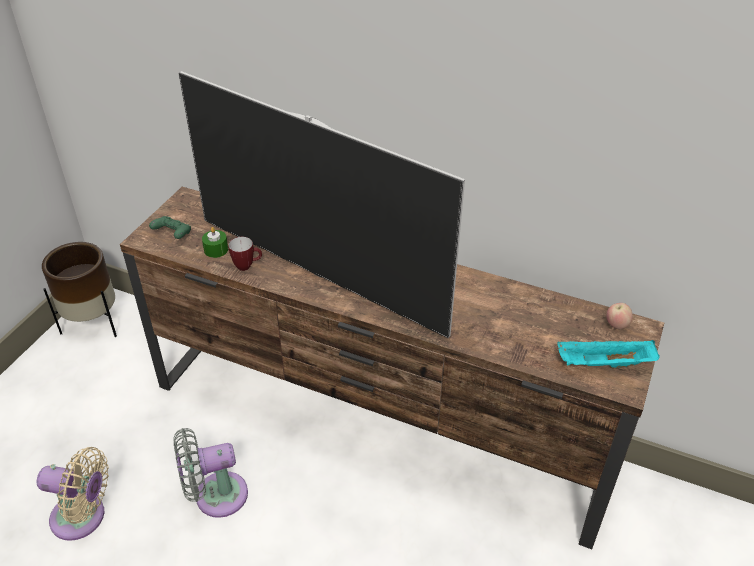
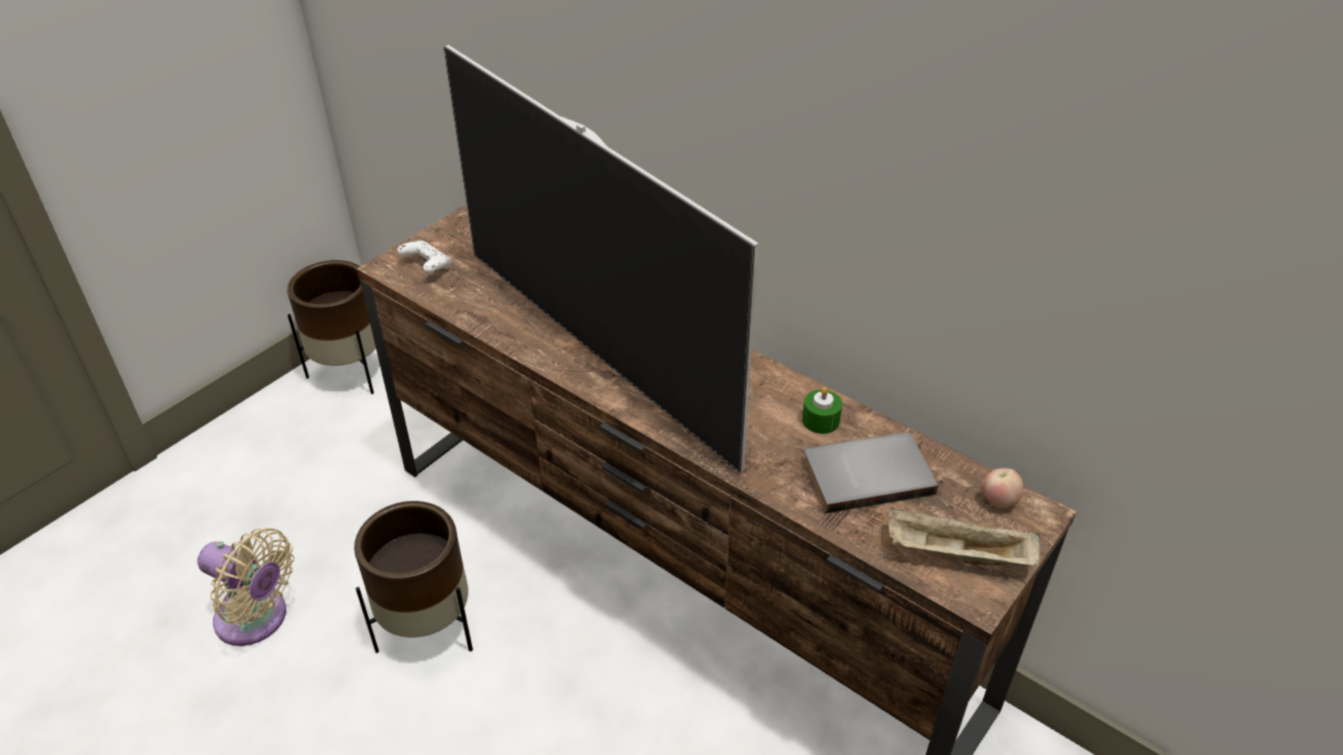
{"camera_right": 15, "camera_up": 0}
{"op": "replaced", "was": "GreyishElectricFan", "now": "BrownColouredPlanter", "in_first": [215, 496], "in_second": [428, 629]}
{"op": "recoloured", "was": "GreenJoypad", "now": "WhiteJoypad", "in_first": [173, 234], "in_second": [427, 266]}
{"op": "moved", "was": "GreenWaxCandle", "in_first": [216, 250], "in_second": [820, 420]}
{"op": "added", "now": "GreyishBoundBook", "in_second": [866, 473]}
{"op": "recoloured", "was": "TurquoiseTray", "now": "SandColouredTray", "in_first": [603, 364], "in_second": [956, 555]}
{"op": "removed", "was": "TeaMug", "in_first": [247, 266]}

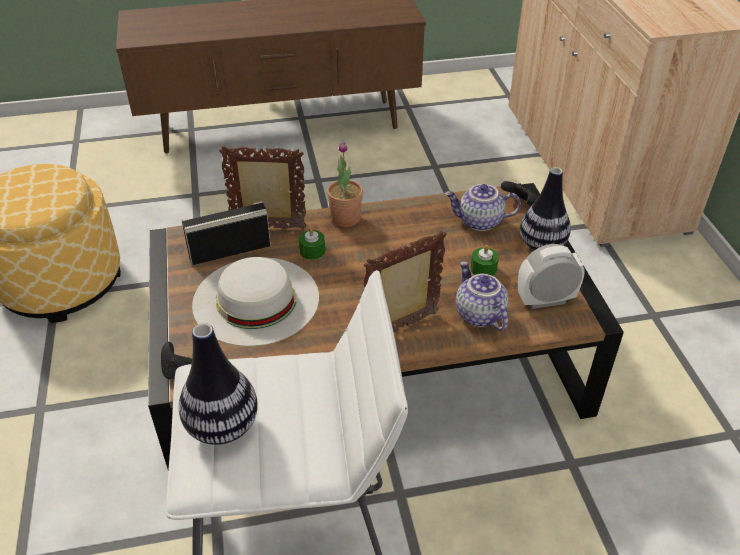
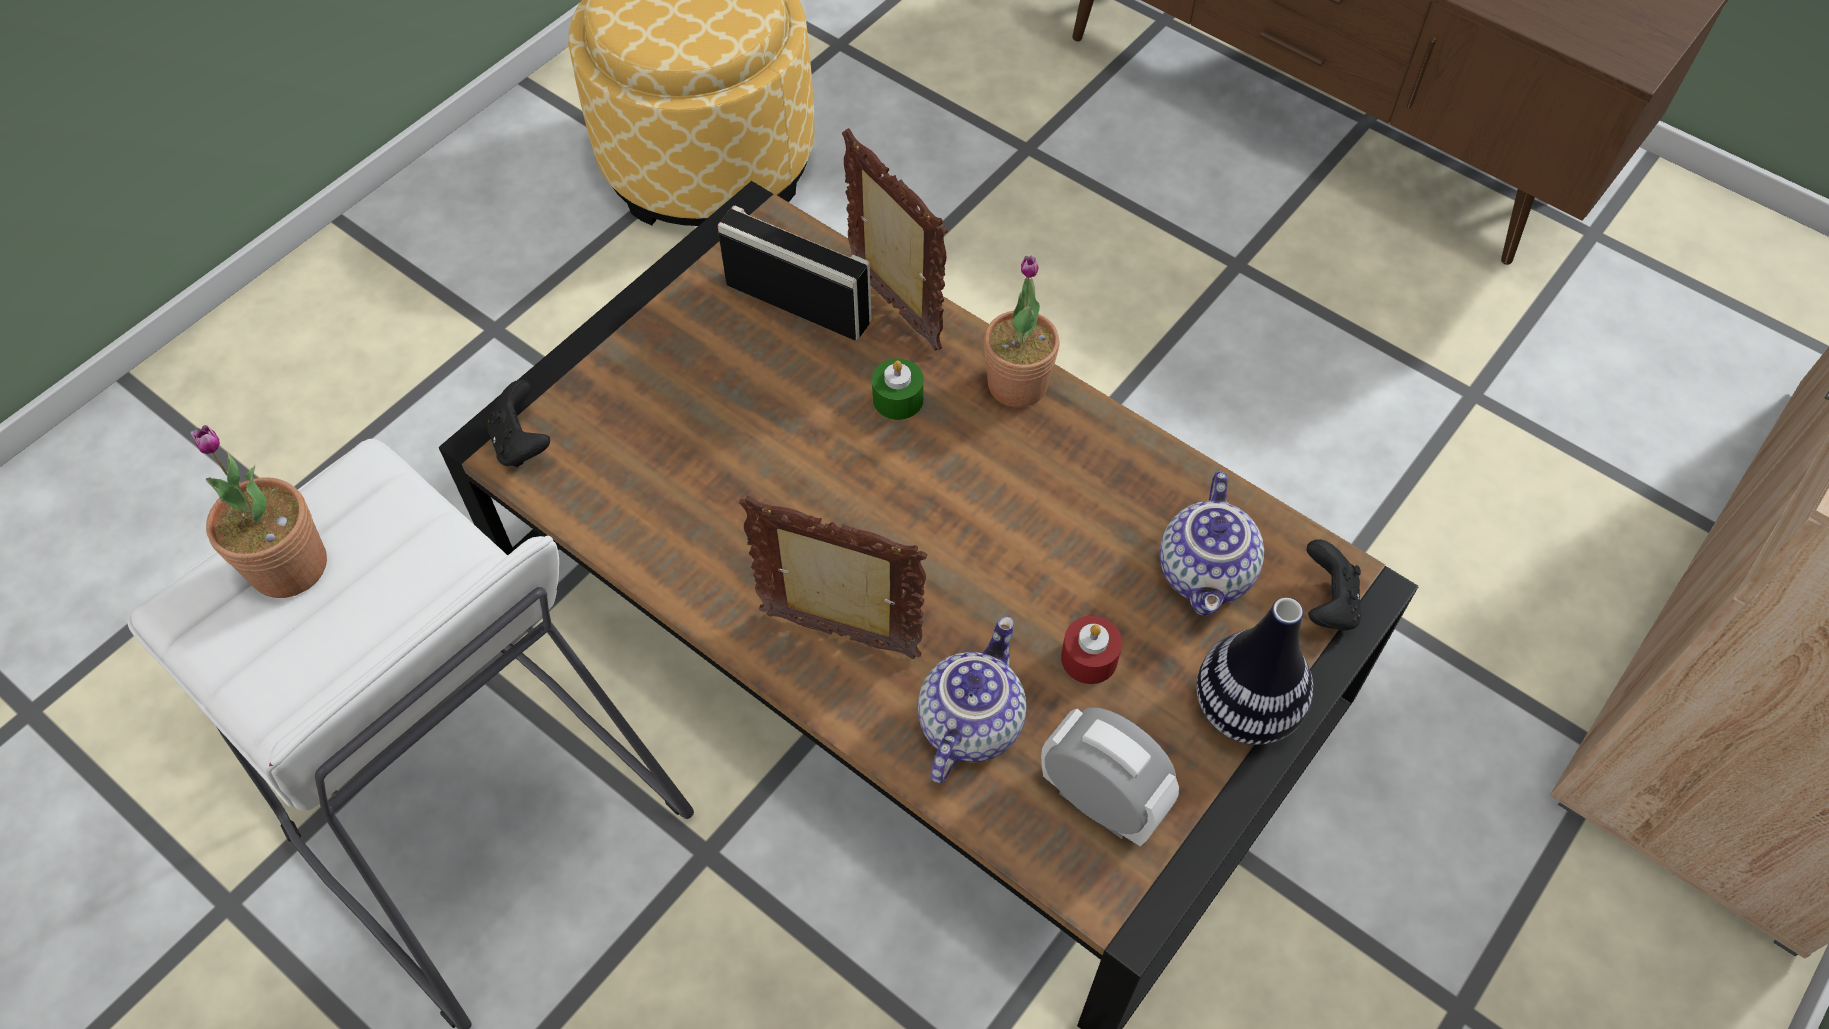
{"camera_right": 50, "camera_up": 15}
{"op": "replaced", "was": "Vase", "now": "PottedPlant", "in_first": [222, 426], "in_second": [289, 566]}
{"op": "recoloured", "was": "GreenWaxCandle", "now": "RedColouredWaxCandle", "in_first": [483, 269], "in_second": [1089, 658]}
{"op": "turned", "was": "TeaPot", "in_first": [479, 222], "in_second": [1207, 574], "clockwise": -135}
{"op": "removed", "was": "WhiteHat", "in_first": [256, 300]}

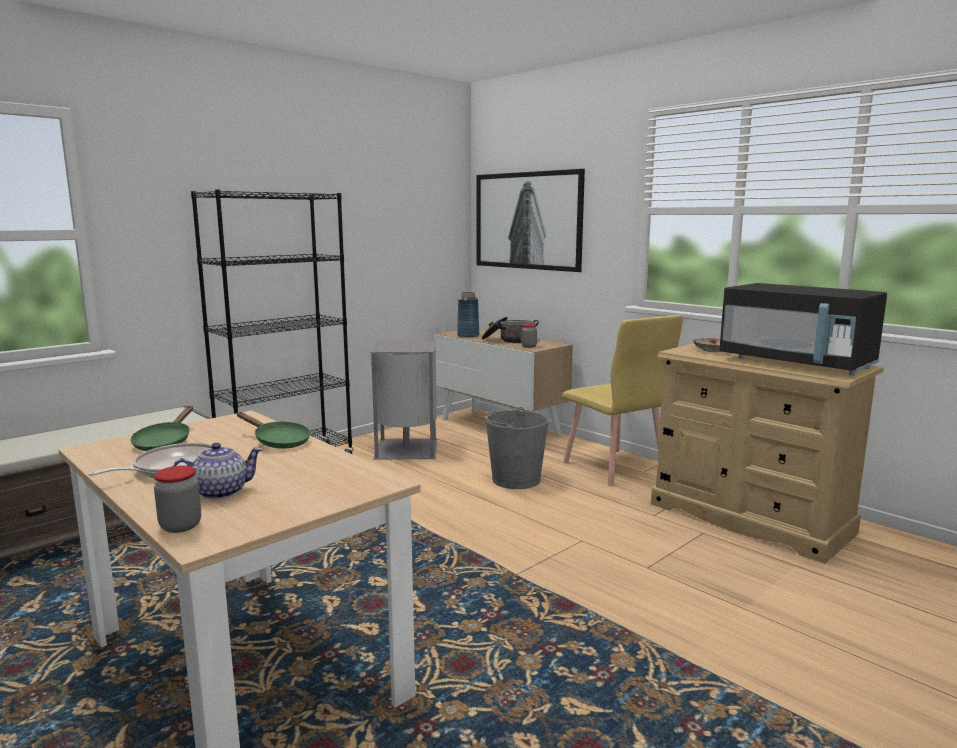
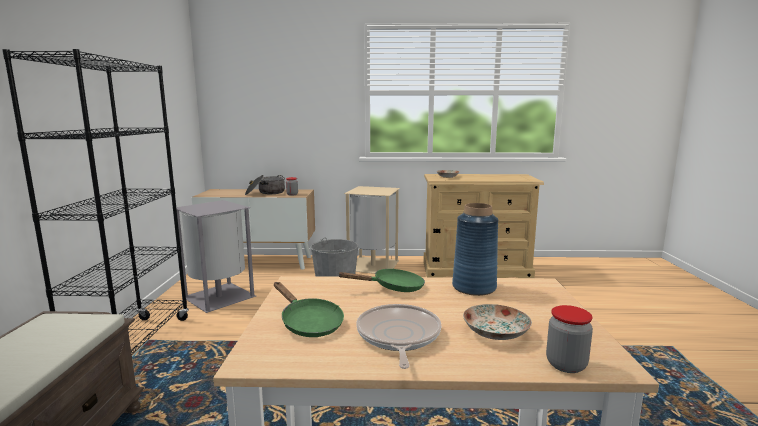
{"camera_right": -45, "camera_up": 0}
{"op": "replaced", "was": "YellowishPlainChair", "now": "SandColouredRubbishBin", "in_first": [614, 467], "in_second": [373, 266]}
{"op": "moved", "was": "BlueColouredVase", "in_first": [468, 335], "in_second": [473, 287]}
{"op": "replaced", "was": "TeaPot", "now": "DinnerPlate", "in_first": [219, 492], "in_second": [495, 333]}
{"op": "removed", "was": "Picture", "in_first": [528, 221]}
{"op": "removed", "was": "BlackKitchenMicrowave", "in_first": [796, 363]}

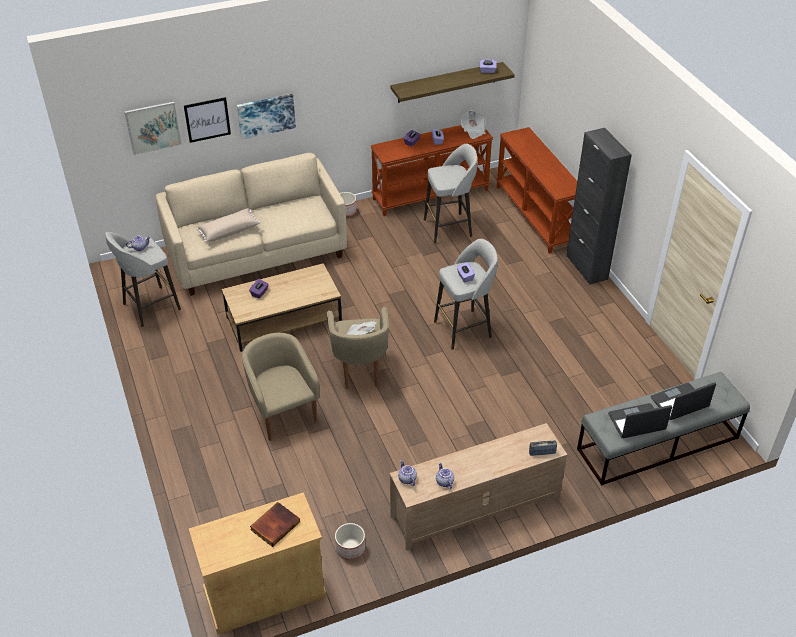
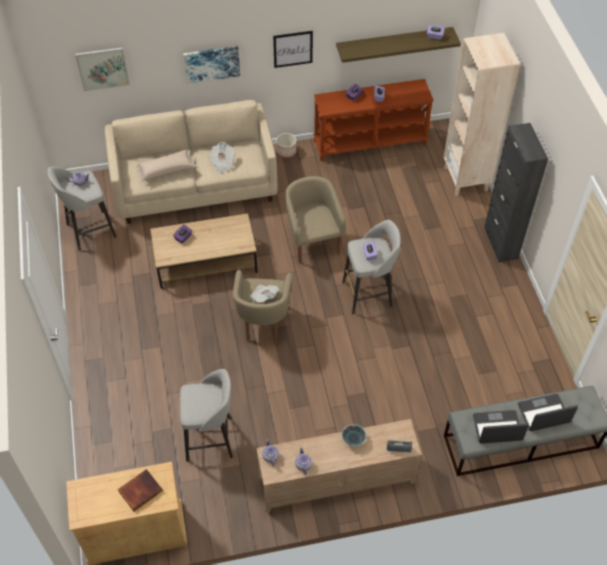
{"camera_right": 10, "camera_up": 10}
{"op": "moved", "was": "GreyishStoolSeat", "in_first": [449, 228], "in_second": [211, 439]}
{"op": "moved", "was": "Newspaper", "in_first": [473, 131], "in_second": [222, 163]}
{"op": "moved", "was": "Picture", "in_first": [207, 119], "in_second": [293, 49]}
{"op": "moved", "was": "SandColouredEasyChair", "in_first": [283, 413], "in_second": [312, 242]}
{"op": "added", "now": "Bowl", "in_second": [353, 440]}
{"op": "replaced", "was": "BrownColouredConsoleTable", "now": "SandColouredShelvingUnit", "in_first": [536, 215], "in_second": [466, 179]}
{"op": "removed", "was": "Planter", "in_first": [350, 548]}

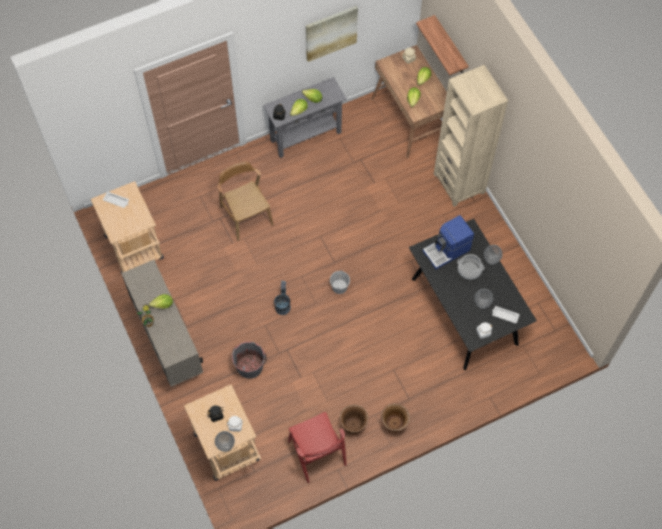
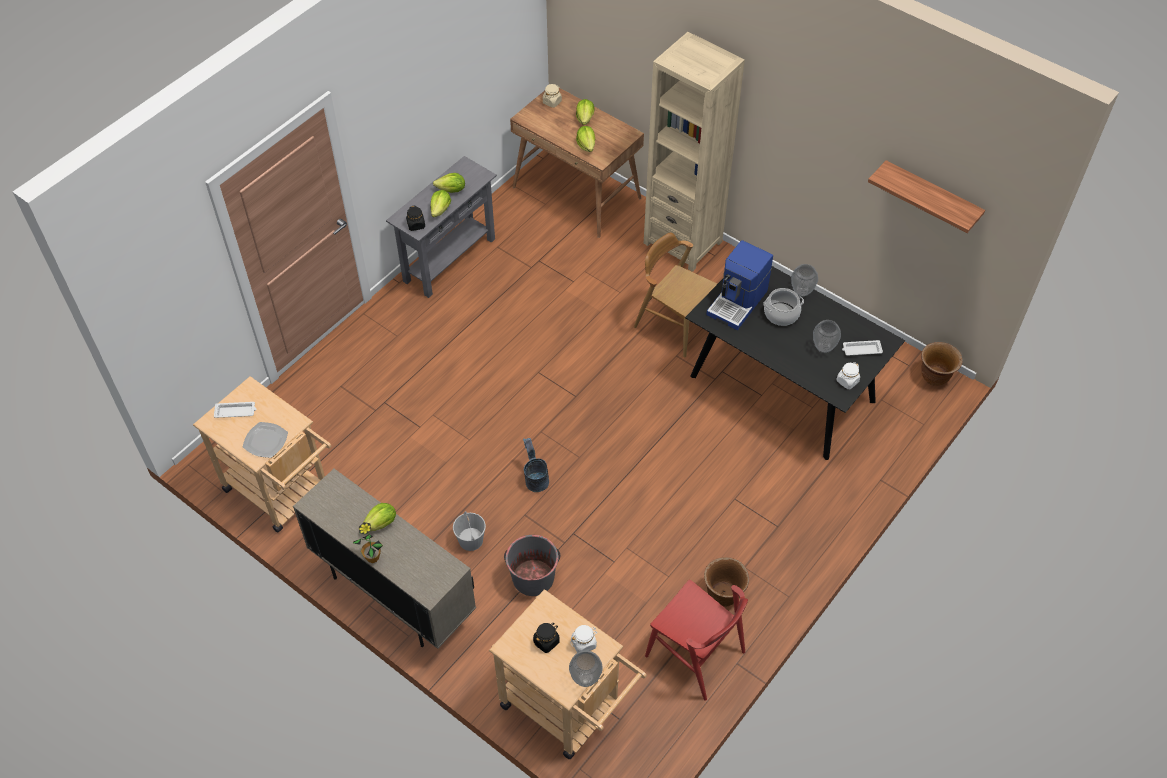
{"camera_right": -25, "camera_up": -10}
{"op": "added", "now": "DinnerPlate", "in_second": [265, 440]}
{"op": "moved", "was": "WhitePail", "in_first": [339, 287], "in_second": [471, 540]}
{"op": "moved", "was": "BrownColouredPlainChair", "in_first": [246, 216], "in_second": [675, 324]}
{"op": "moved", "was": "BracketShelf", "in_first": [450, 46], "in_second": [931, 197]}
{"op": "moved", "was": "BrownColouredPlanter", "in_first": [394, 424], "in_second": [935, 377]}
{"op": "removed", "was": "Picture", "in_first": [331, 33]}

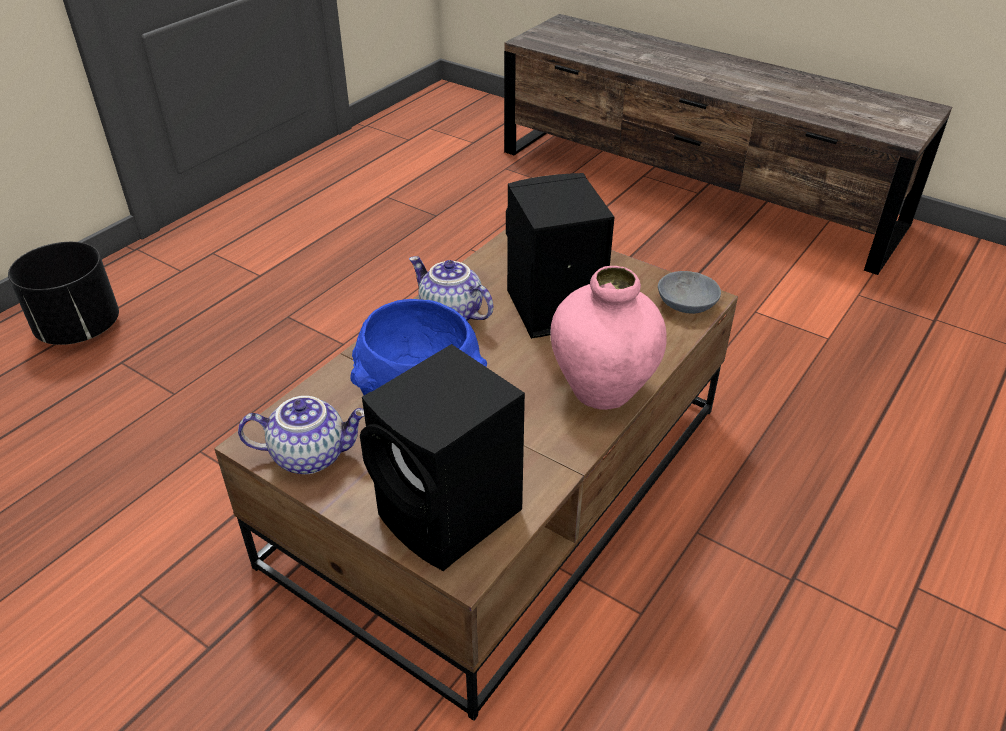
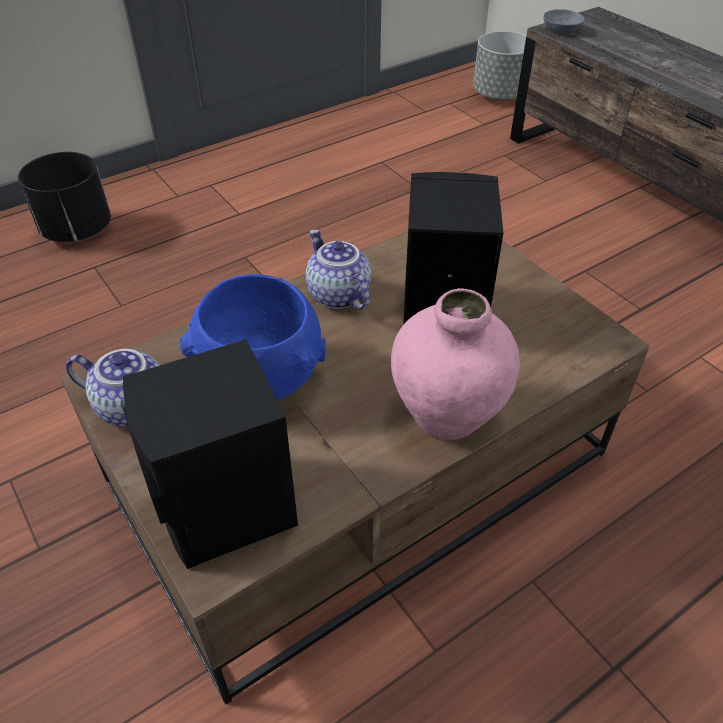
{"camera_right": 20, "camera_up": 5}
{"op": "added", "now": "GreyishPlanter", "in_second": [499, 95]}
{"op": "moved", "was": "GreyishBowl", "in_first": [685, 305], "in_second": [560, 30]}

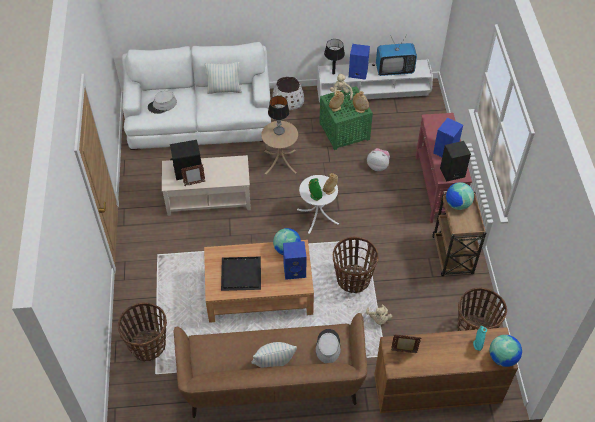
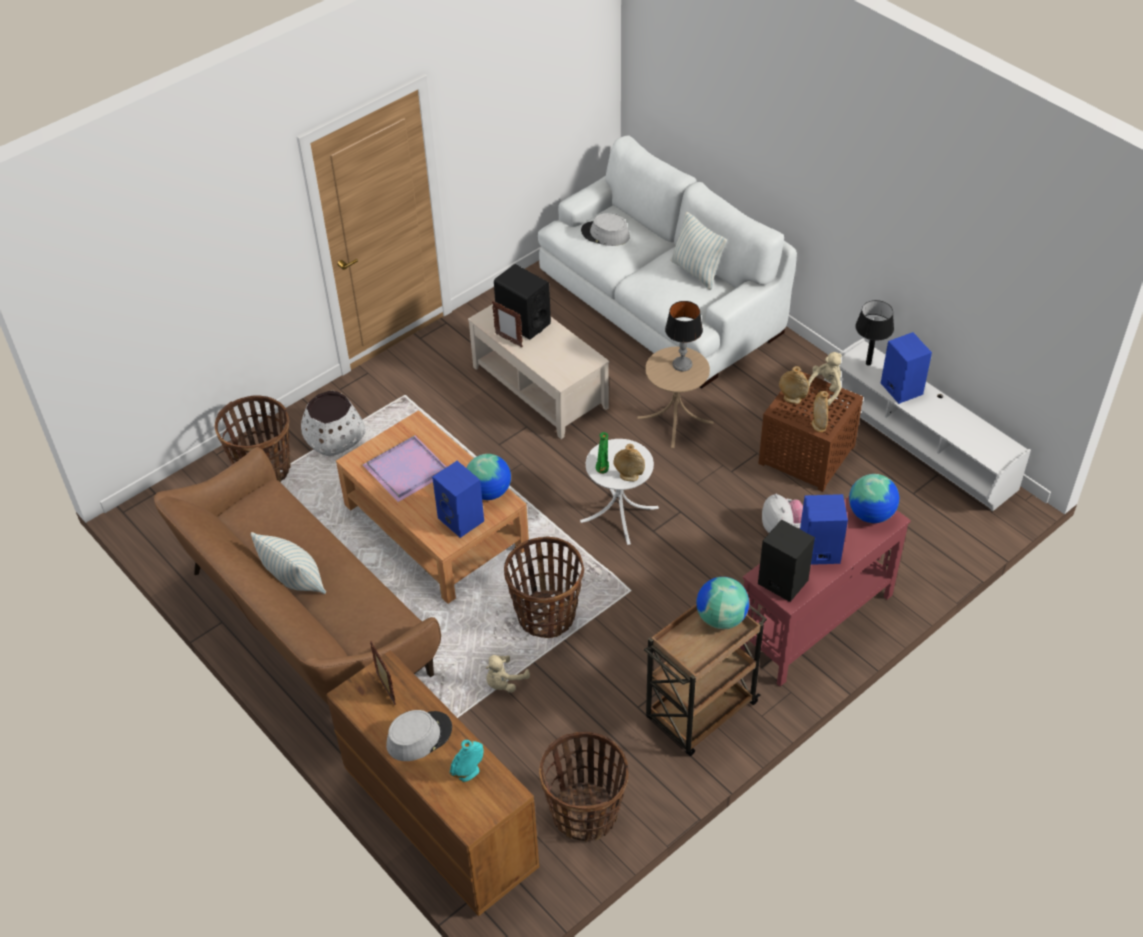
{"camera_right": 55, "camera_up": -5}
{"op": "moved", "was": "WhitePlanter", "in_first": [288, 100], "in_second": [334, 436]}
{"op": "recoloured", "was": "BlackTray", "now": "PurpleTray", "in_first": [242, 273], "in_second": [408, 470]}
{"op": "moved", "was": "GreyishHat", "in_first": [328, 346], "in_second": [419, 736]}
{"op": "recoloured", "was": "GreenSideTable", "now": "BrownColouredSideTable", "in_first": [344, 130], "in_second": [808, 454]}
{"op": "moved", "was": "WorldGlobe", "in_first": [502, 358], "in_second": [871, 514]}
{"op": "removed", "was": "TvSet", "in_first": [394, 70]}

